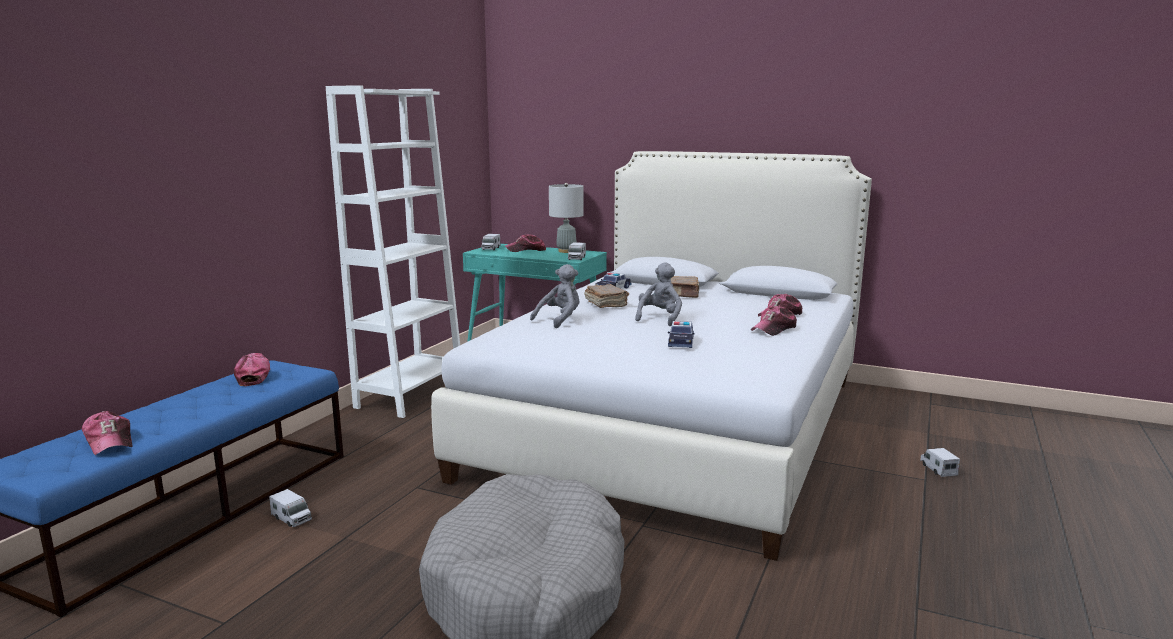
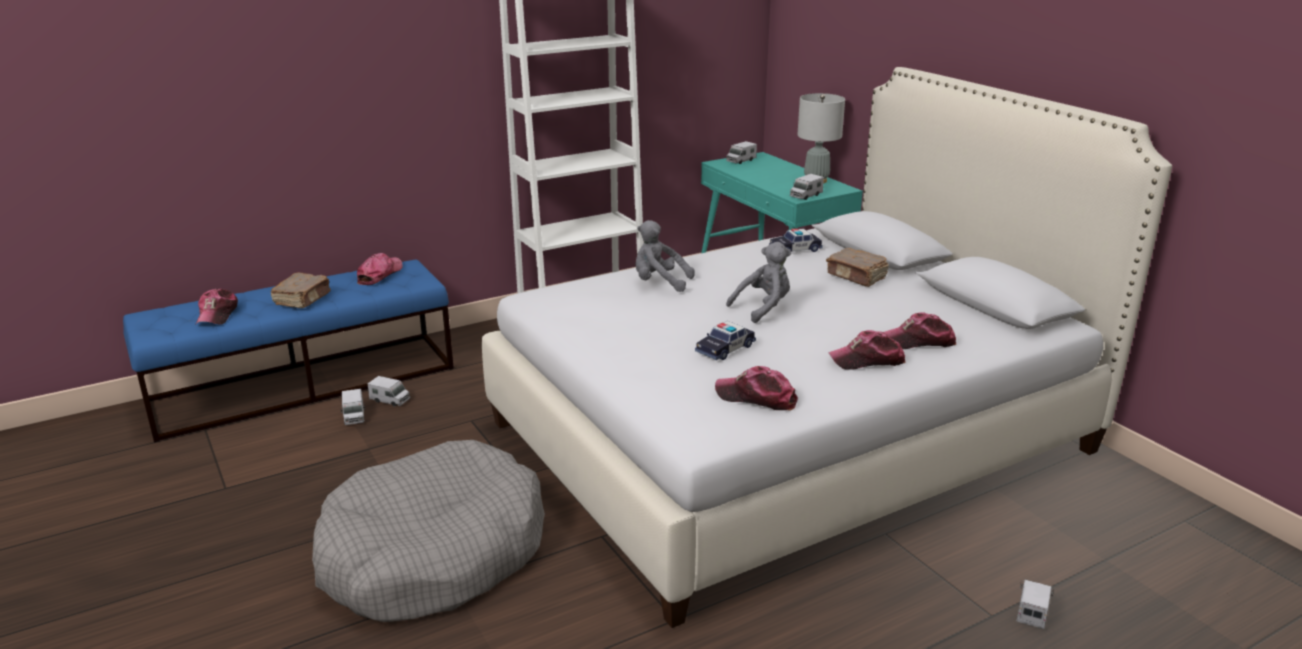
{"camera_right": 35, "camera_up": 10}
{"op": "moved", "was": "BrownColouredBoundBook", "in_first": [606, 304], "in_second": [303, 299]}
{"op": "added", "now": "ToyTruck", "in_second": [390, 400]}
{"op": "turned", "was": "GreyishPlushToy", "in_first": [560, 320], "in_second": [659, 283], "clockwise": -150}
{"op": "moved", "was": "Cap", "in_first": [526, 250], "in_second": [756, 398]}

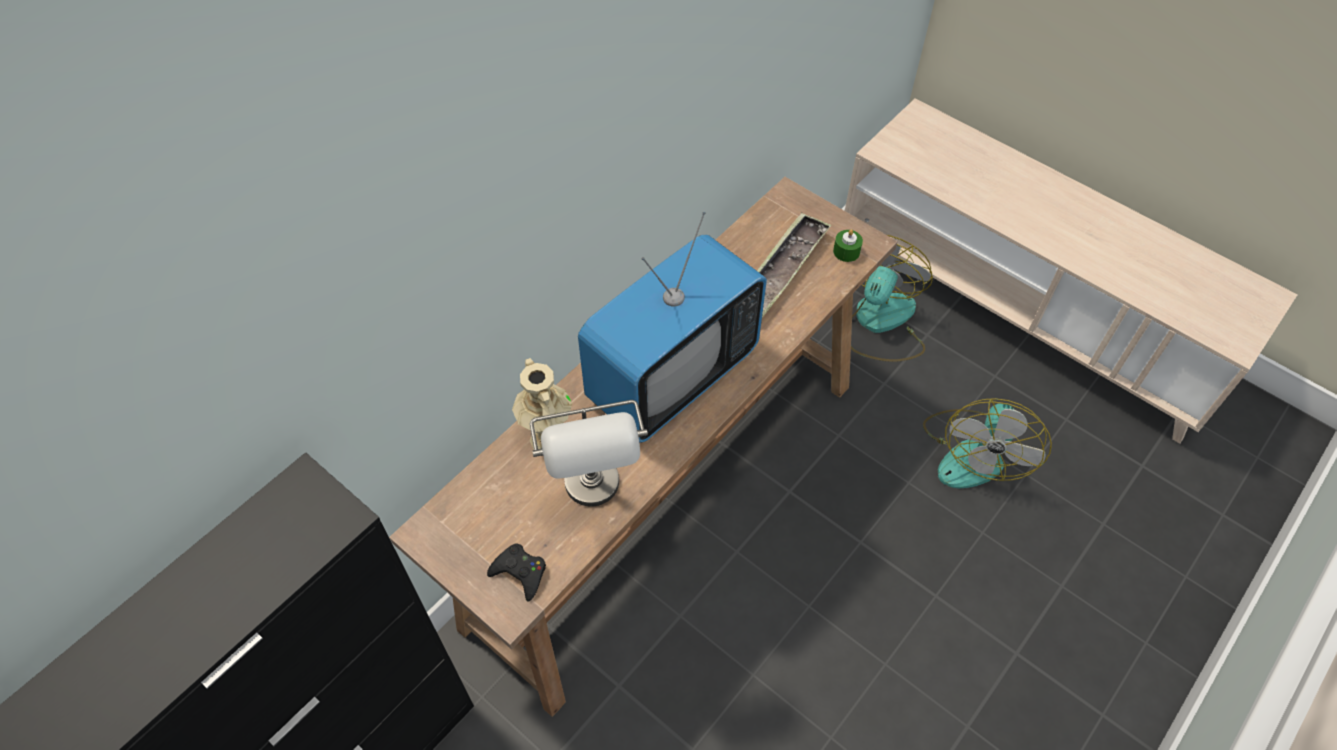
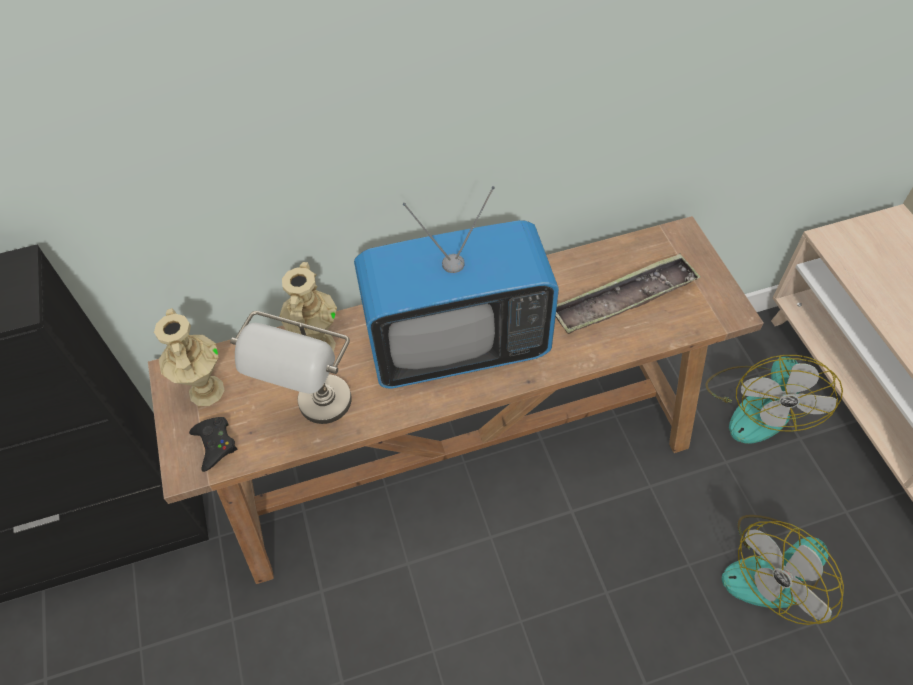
{"camera_right": 35, "camera_up": 0}
{"op": "added", "now": "SandColouredVase", "in_second": [205, 390]}
{"op": "turned", "was": "ElectricFan", "in_first": [879, 323], "in_second": [758, 405], "clockwise": 135}
{"op": "removed", "was": "GreenWaxCandle", "in_first": [846, 251]}

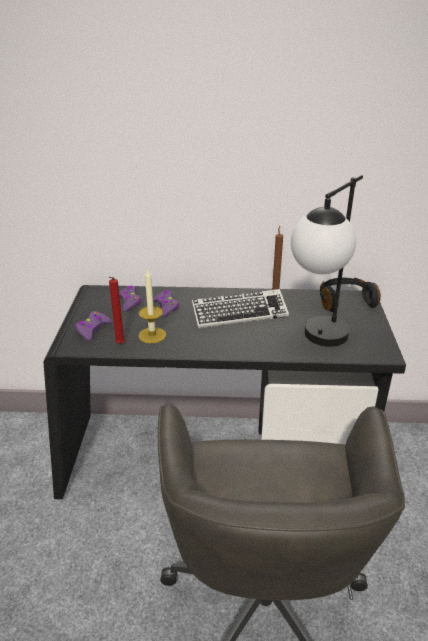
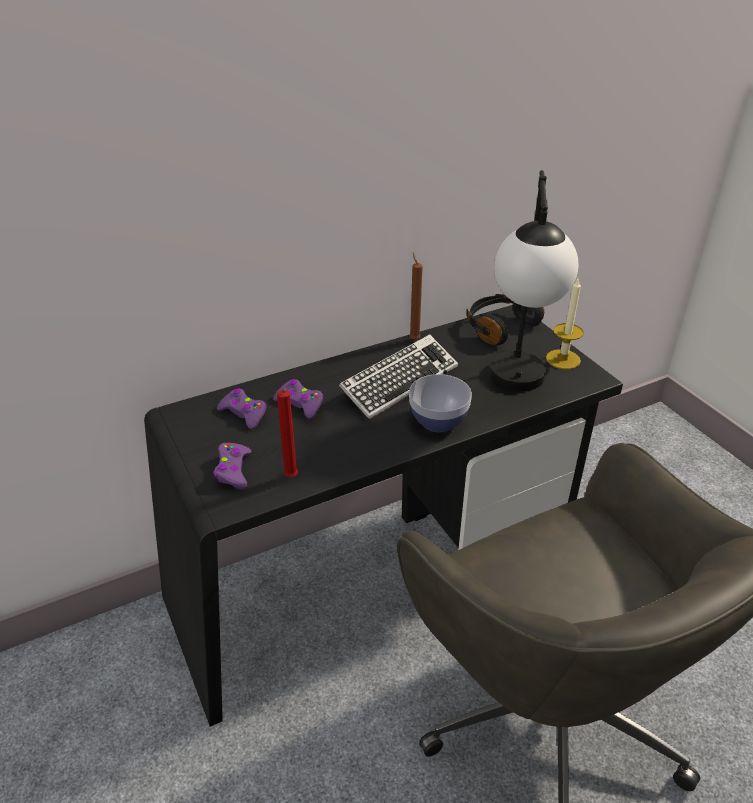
{"camera_right": -30, "camera_up": 5}
{"op": "added", "now": "Bowl", "in_second": [438, 421]}
{"op": "moved", "was": "WaxCandle", "in_first": [152, 335], "in_second": [563, 359]}

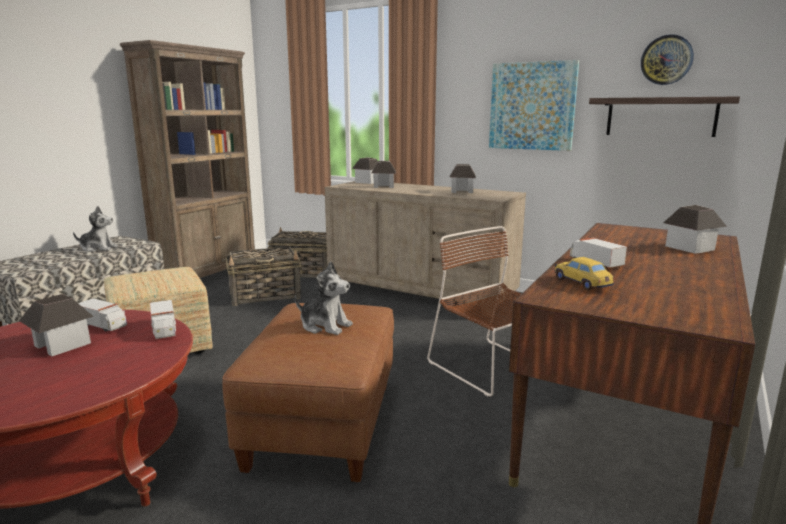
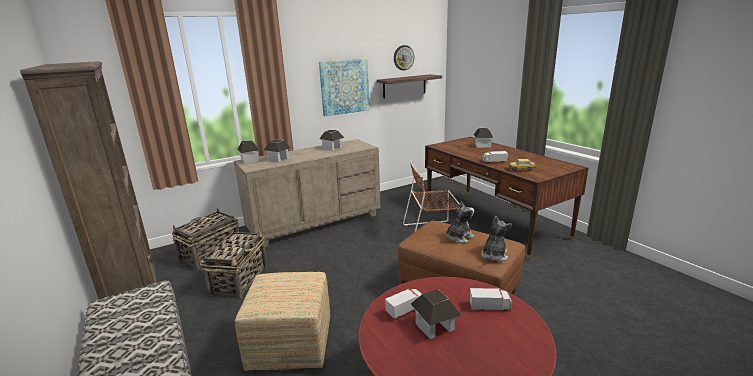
{"camera_right": -60, "camera_up": 5}
{"op": "moved", "was": "ToyTruck", "in_first": [164, 330], "in_second": [490, 306]}
{"op": "moved", "was": "PlushToy", "in_first": [98, 248], "in_second": [494, 255]}

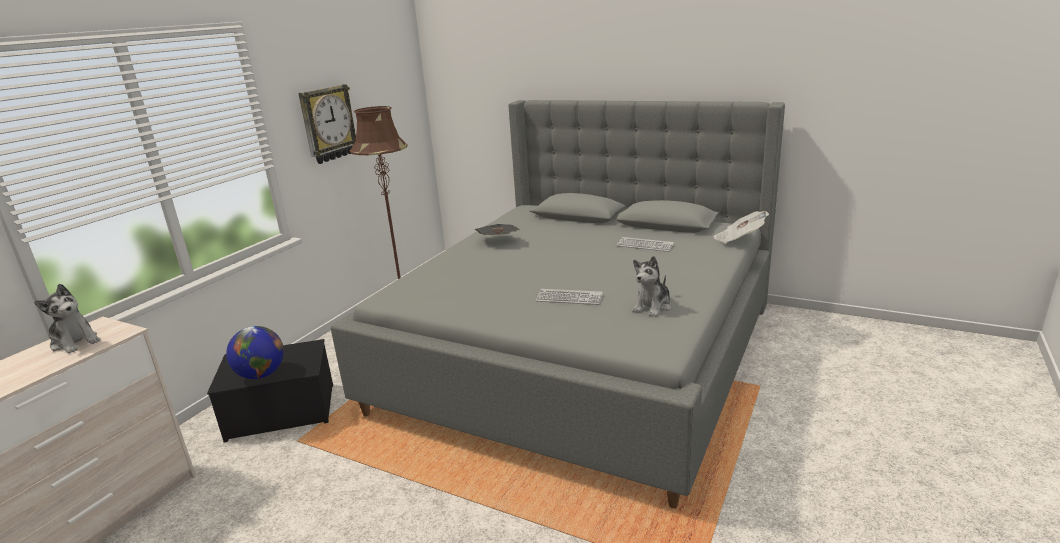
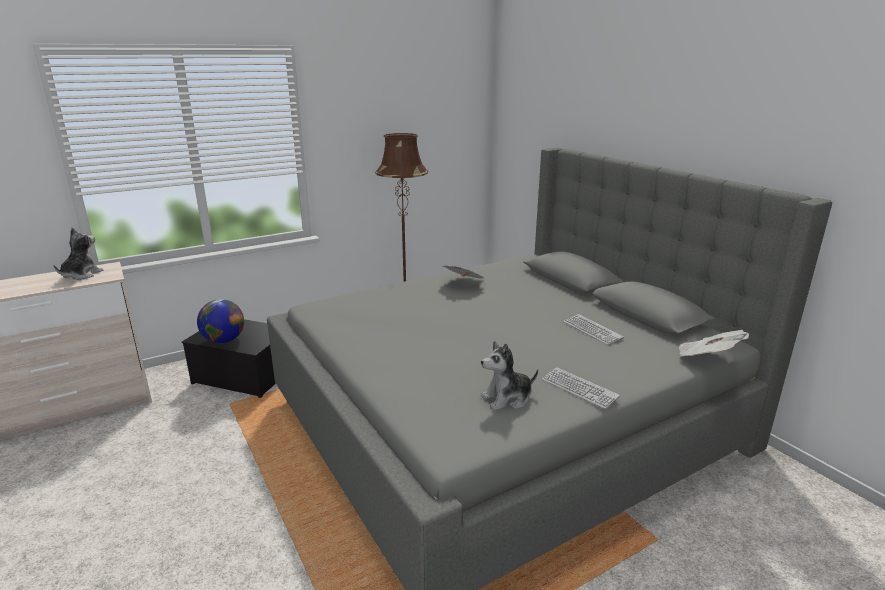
{"camera_right": 30, "camera_up": 0}
{"op": "turned", "was": "PlushToy", "in_first": [75, 342], "in_second": [81, 275], "clockwise": -135}
{"op": "moved", "was": "Keyboard", "in_first": [569, 298], "in_second": [579, 389]}
{"op": "removed", "was": "ClockOnTheWall", "in_first": [327, 124]}

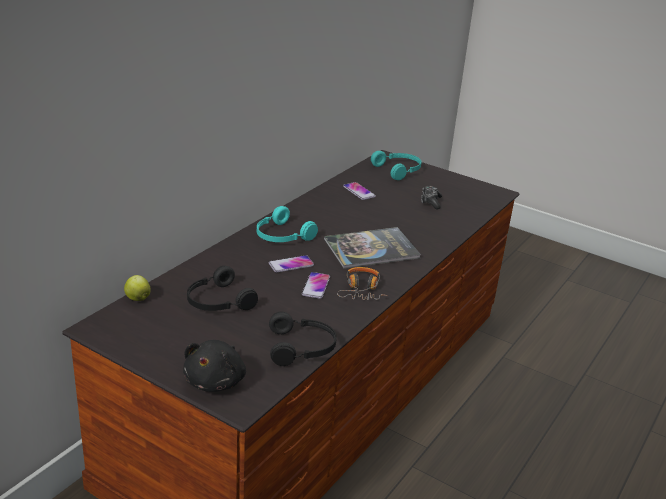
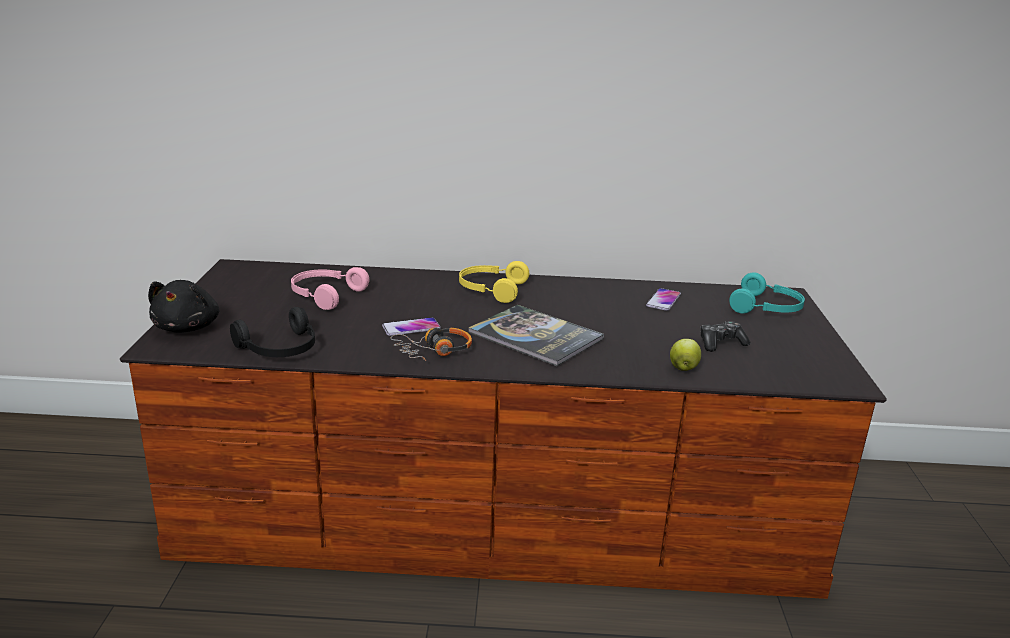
{"camera_right": 60, "camera_up": -5}
{"op": "turned", "was": "BlackPlushToy", "in_first": [216, 381], "in_second": [188, 327], "clockwise": -75}
{"op": "recoloured", "was": "BlackPairOfHeadphones", "now": "PinkColouredPairOfHeadphones", "in_first": [218, 302], "in_second": [325, 295]}
{"op": "recoloured", "was": "TurquoisePairOfHeadphones", "now": "YellowishPairOfHeadphones", "in_first": [281, 236], "in_second": [491, 290]}
{"op": "moved", "was": "AppleFruit", "in_first": [137, 298], "in_second": [683, 368]}
{"op": "removed", "was": "Handset", "in_first": [291, 264]}

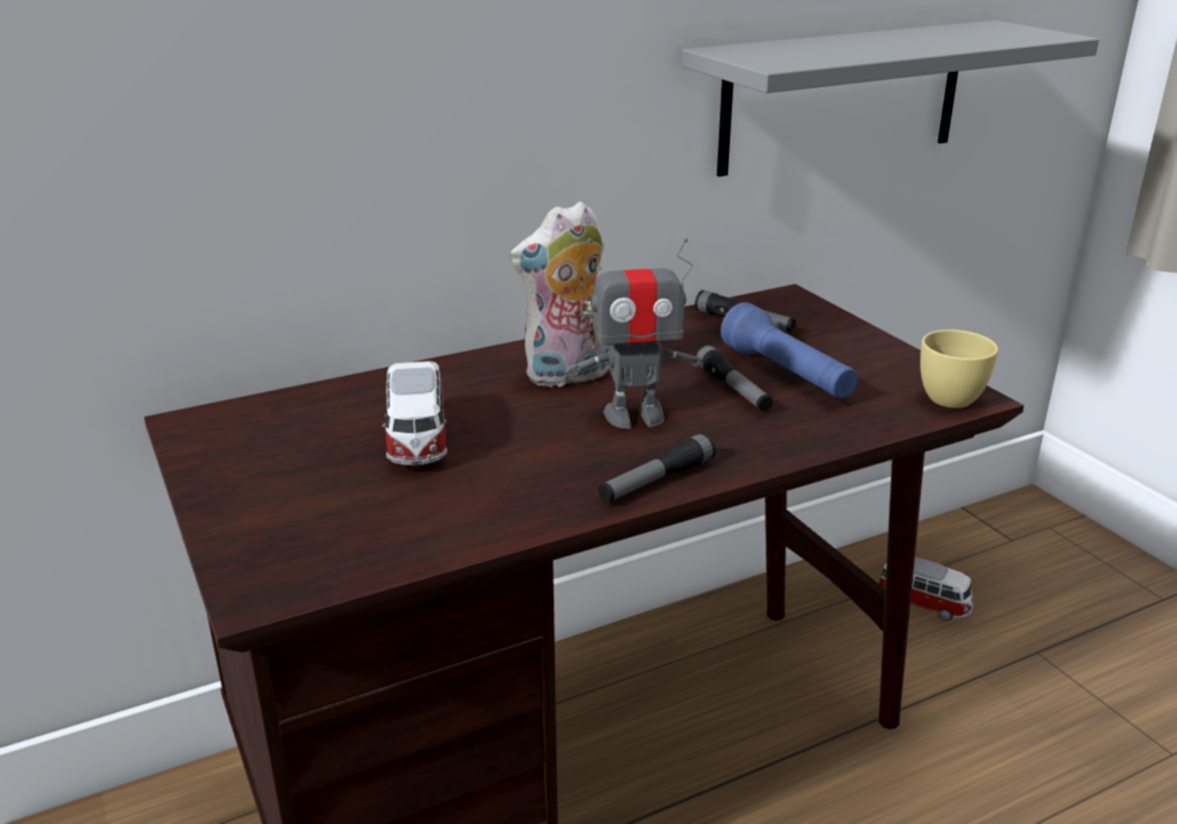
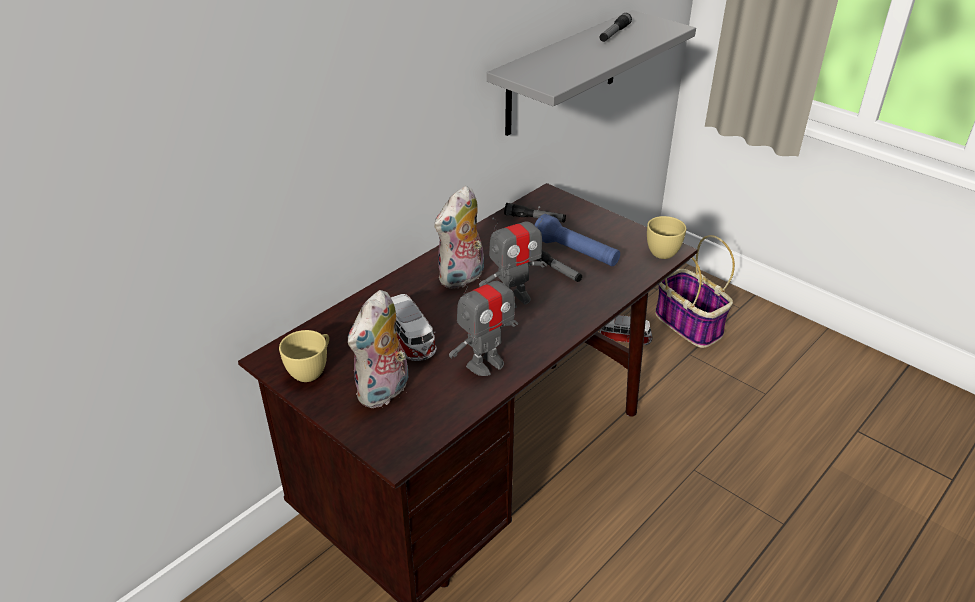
{"camera_right": -20, "camera_up": 10}
{"op": "added", "now": "YellowishDrinkingCup", "in_second": [311, 370]}
{"op": "added", "now": "PlushToy", "in_second": [384, 392]}
{"op": "added", "now": "RobotFigure", "in_second": [485, 363]}
{"op": "moved", "was": "Torch", "in_first": [656, 481], "in_second": [614, 34]}
{"op": "added", "now": "Basket", "in_second": [690, 324]}

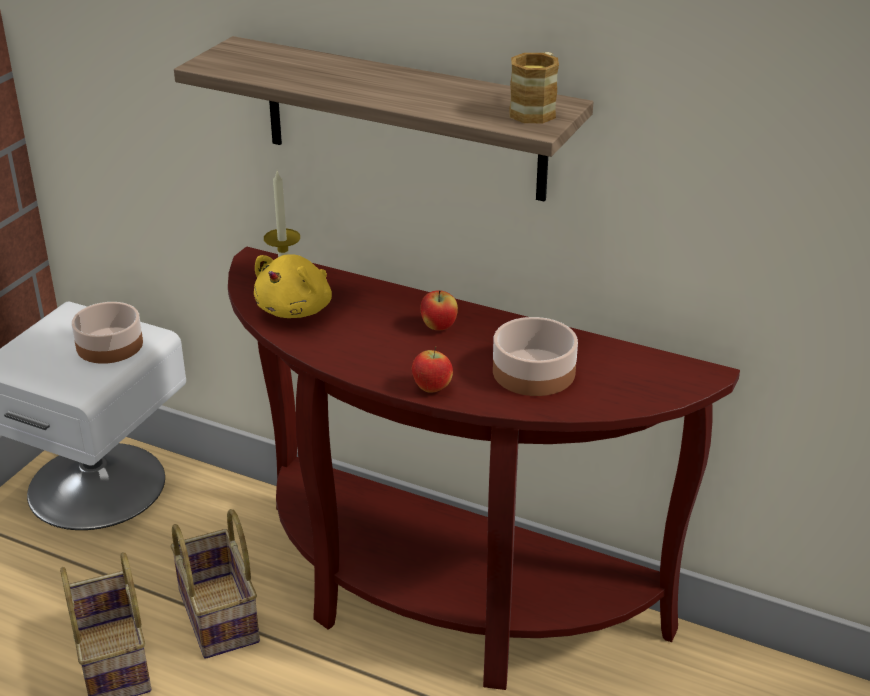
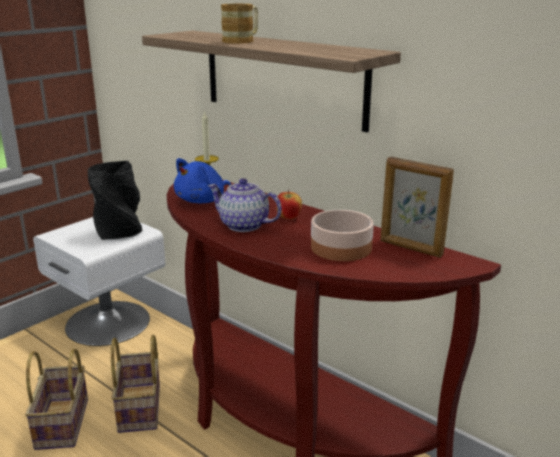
{"camera_right": 15, "camera_up": -10}
{"op": "replaced", "was": "Bowl", "now": "BlackVase", "in_first": [111, 345], "in_second": [120, 232]}
{"op": "recoloured", "was": "YellowishPlushToy", "now": "BlueColouredPlushToy", "in_first": [297, 309], "in_second": [203, 200]}
{"op": "added", "now": "TeaPot", "in_second": [243, 225]}
{"op": "moved", "was": "TeaMug", "in_first": [536, 110], "in_second": [242, 41]}
{"op": "added", "now": "StandingFrame", "in_second": [410, 248]}
{"op": "removed", "was": "AppleFruit", "in_first": [432, 388]}

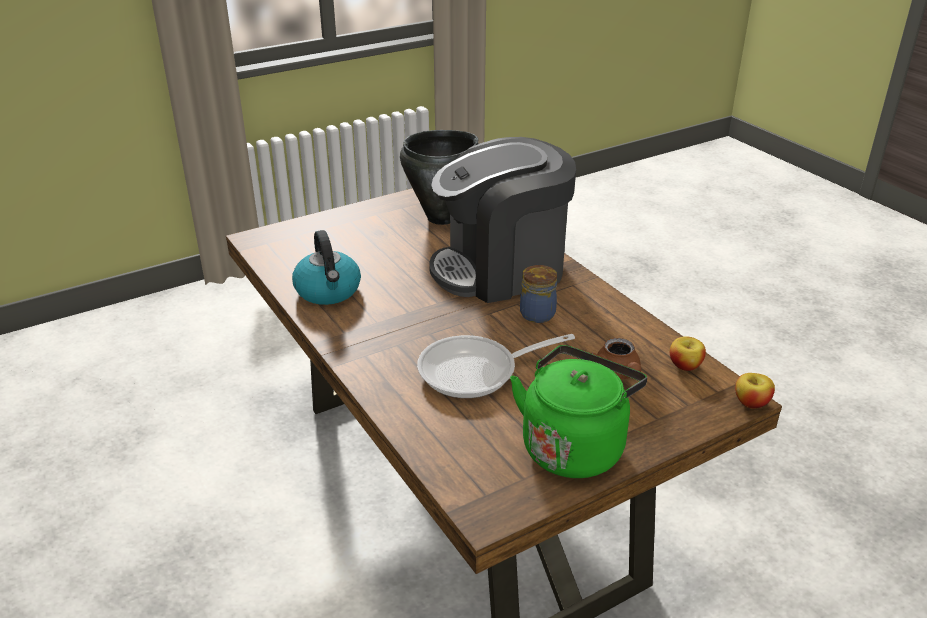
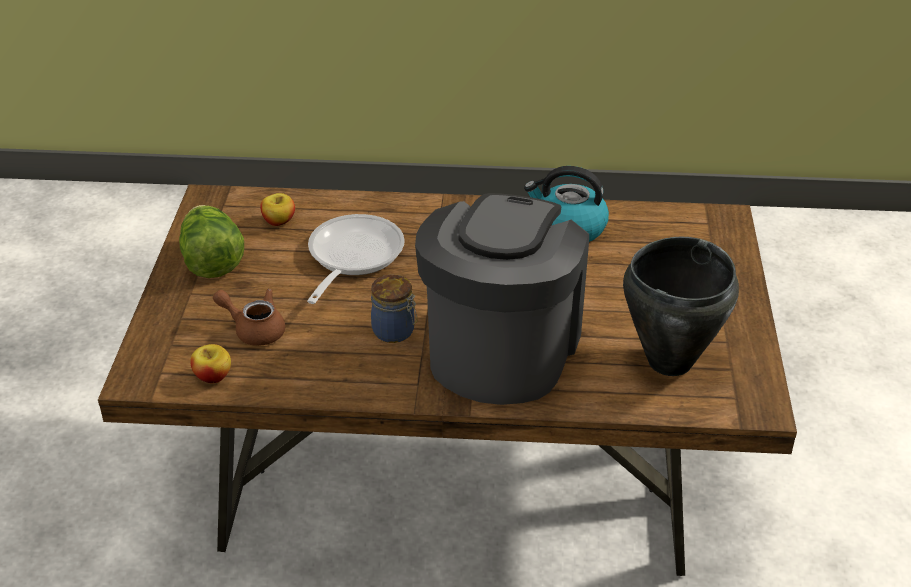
{"camera_right": 125, "camera_up": 5}
{"op": "replaced", "was": "GreenWaterKettle", "now": "Lettuce", "in_first": [574, 446], "in_second": [211, 262]}
{"op": "moved", "was": "AppleFruit", "in_first": [751, 402], "in_second": [278, 221]}

